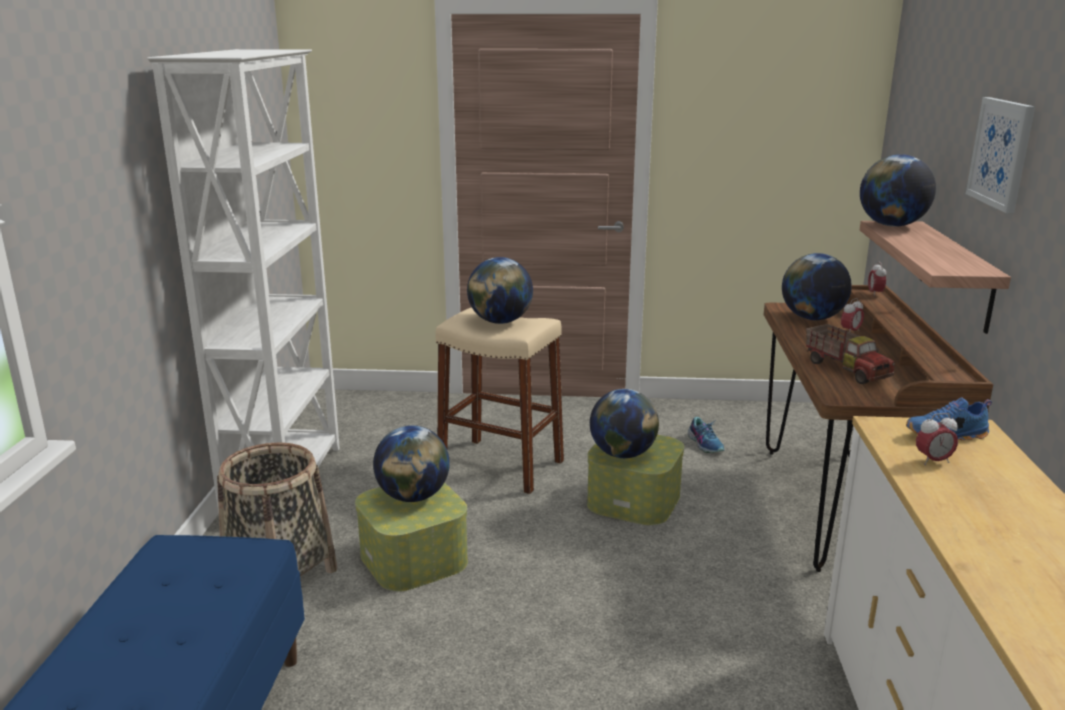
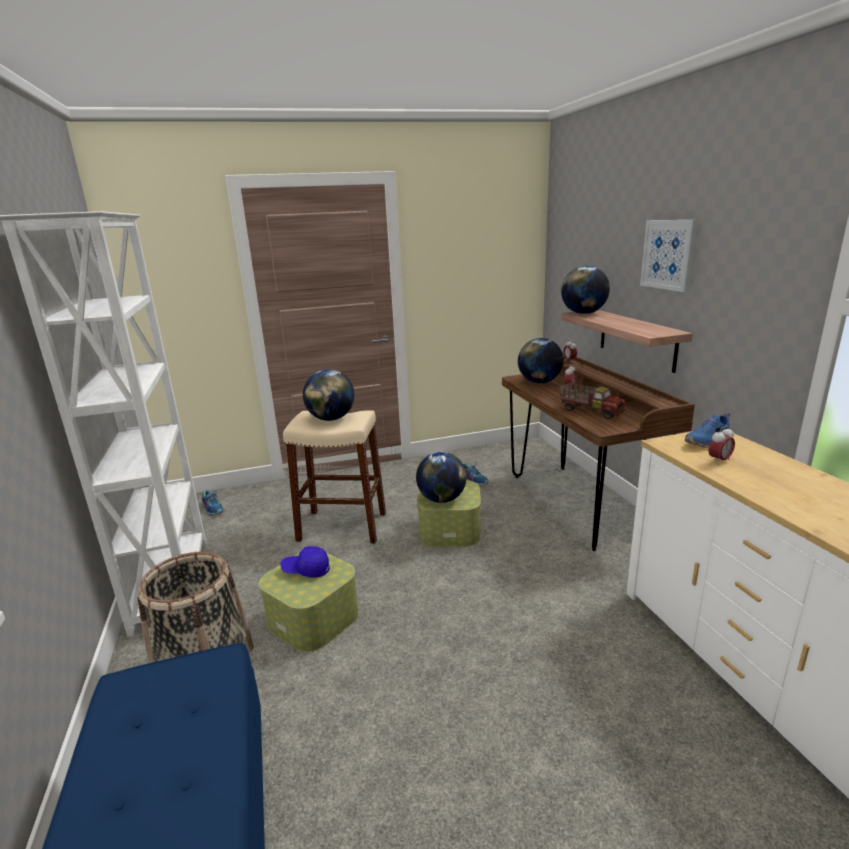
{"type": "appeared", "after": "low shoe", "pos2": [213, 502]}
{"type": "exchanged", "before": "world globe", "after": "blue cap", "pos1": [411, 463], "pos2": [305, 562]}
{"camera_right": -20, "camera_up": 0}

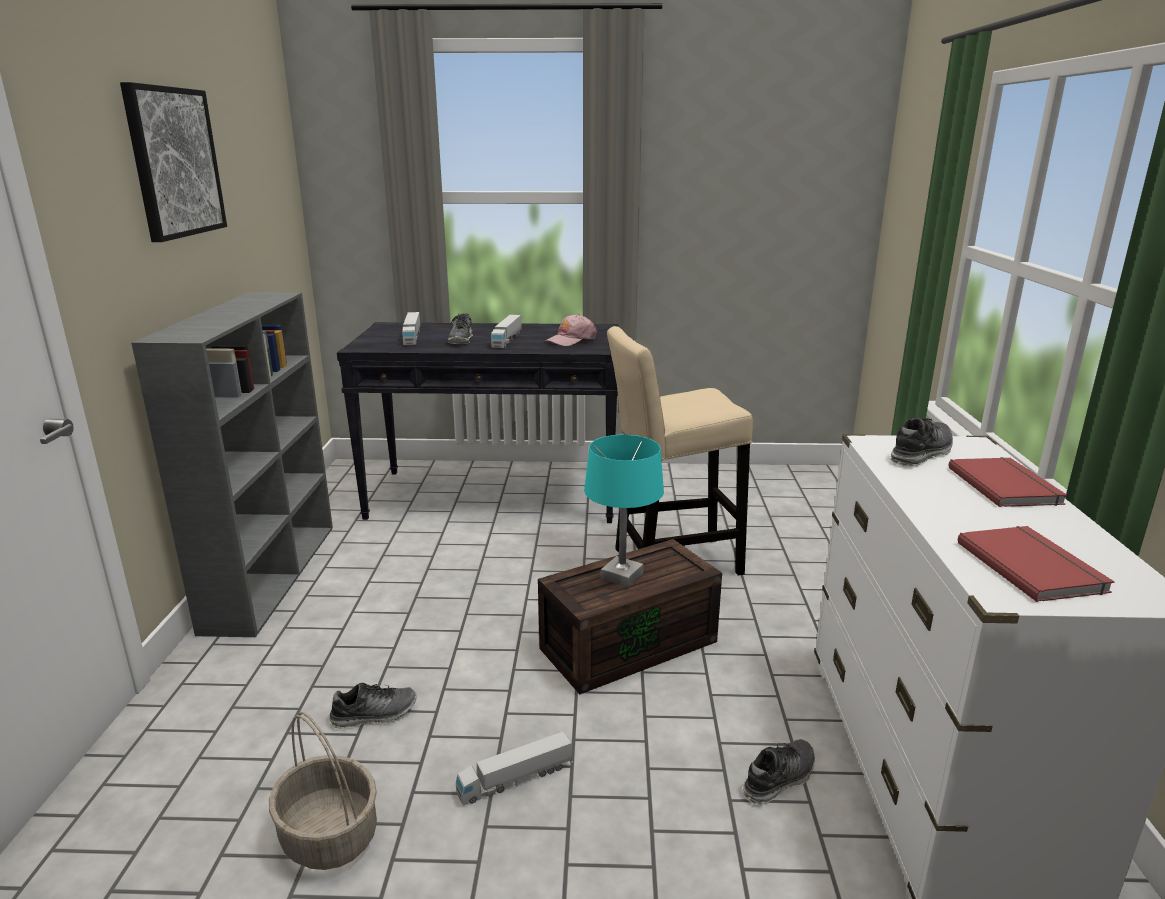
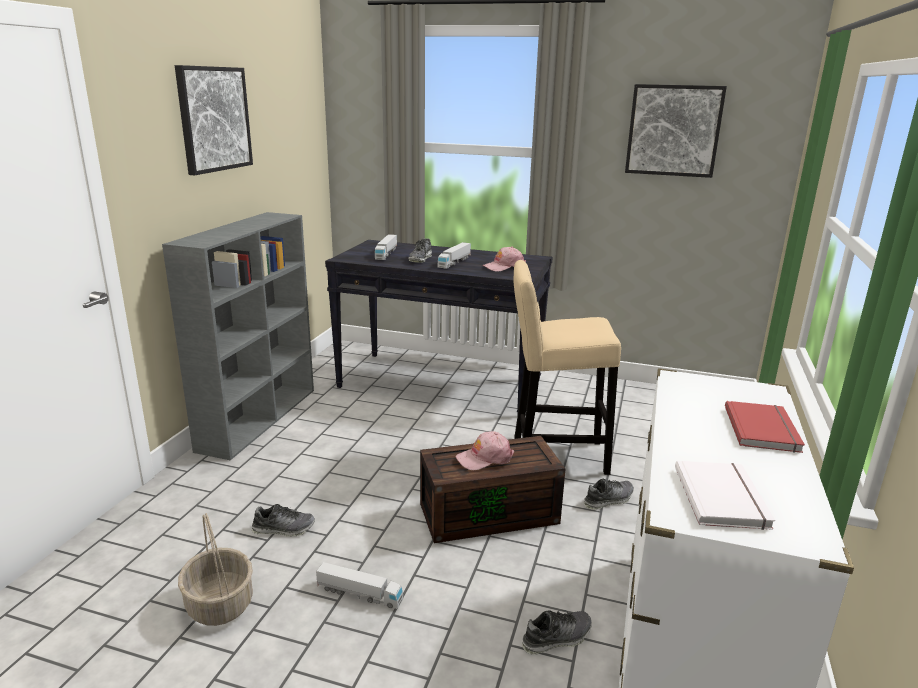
{"type": "spun", "before": "model truck", "pos1": [514, 768], "pos2": [359, 585], "turn": -150}
{"type": "exchanged", "before": "turquoise table lamp", "after": "pinkish cap", "pos1": [624, 511], "pos2": [485, 450]}
{"type": "relocated", "before": "low shoe", "pos1": [922, 441], "pos2": [609, 494]}
{"type": "appeared", "after": "wall art", "pos2": [676, 131]}
{"type": "colour", "before": "red volume", "after": "white volume", "pos1": [1036, 564], "pos2": [725, 495]}
{"camera_right": 15, "camera_up": 0}

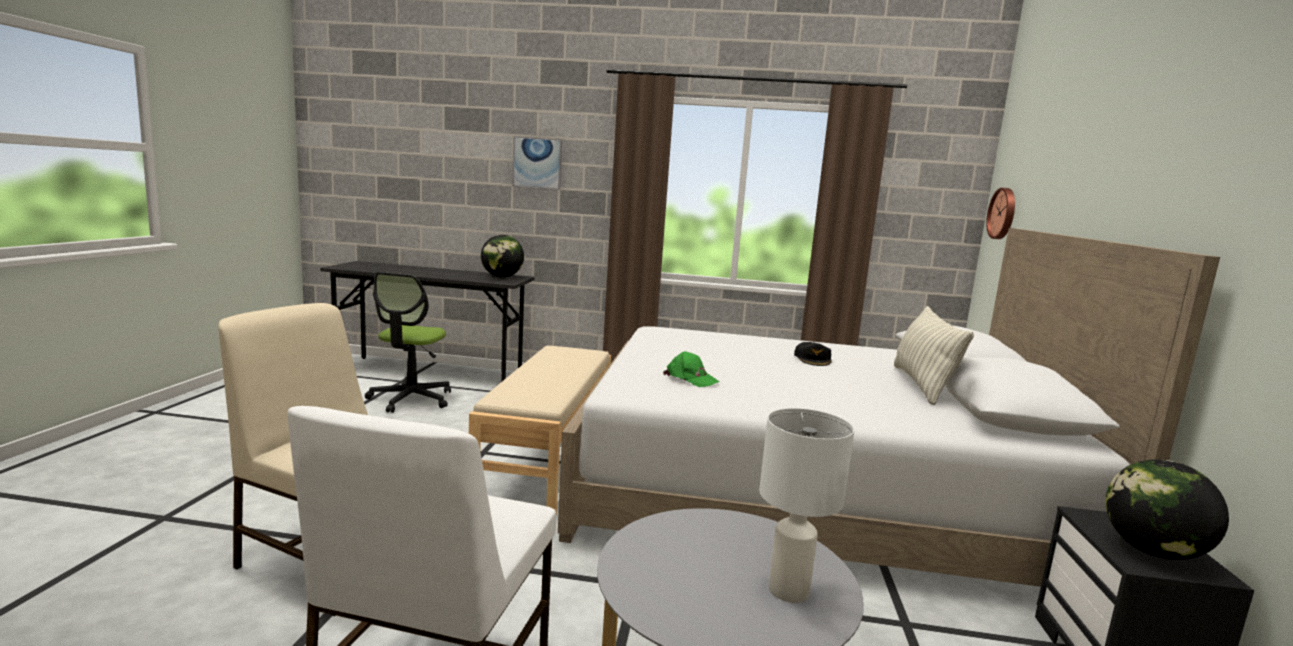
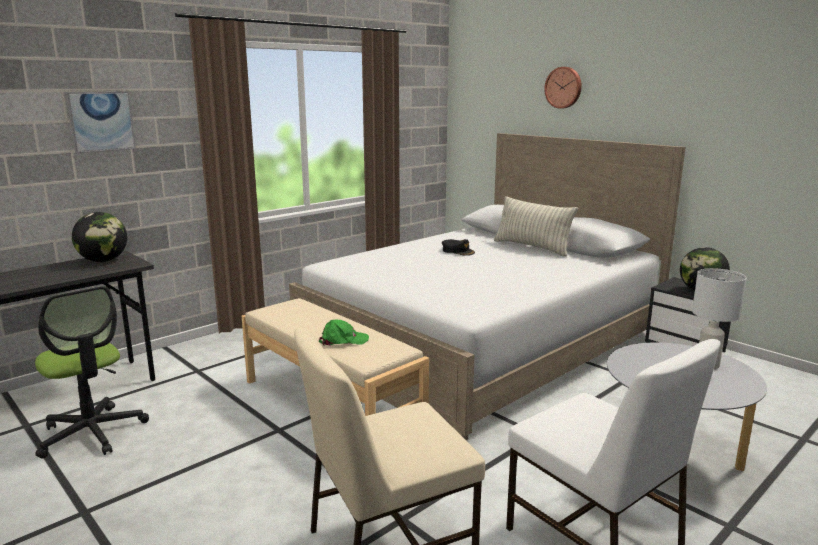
{"type": "relocated", "before": "green cap", "pos1": [691, 369], "pos2": [344, 333]}
{"type": "relocated", "before": "clock on the wall", "pos1": [1000, 213], "pos2": [563, 88]}
{"camera_right": -50, "camera_up": 5}

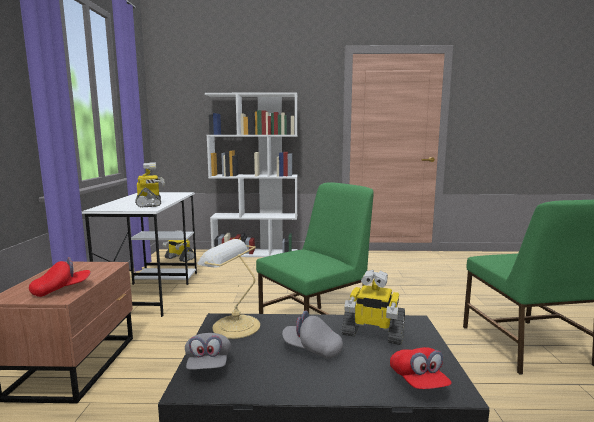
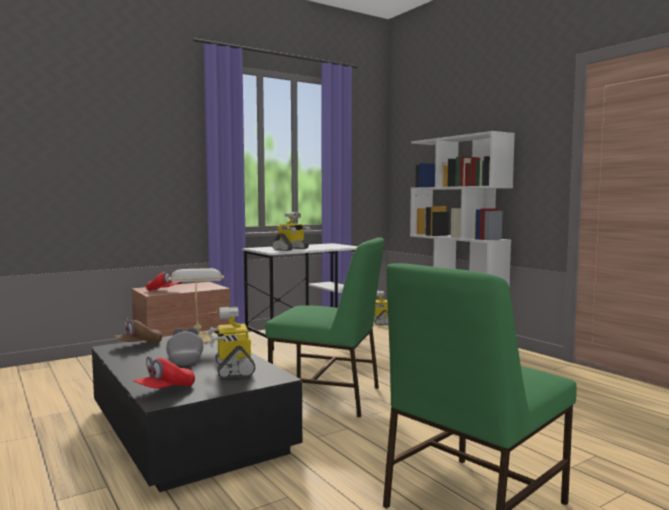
{"type": "colour", "before": "grey cap", "after": "brownish cap", "pos1": [208, 351], "pos2": [137, 330]}
{"camera_right": 55, "camera_up": -5}

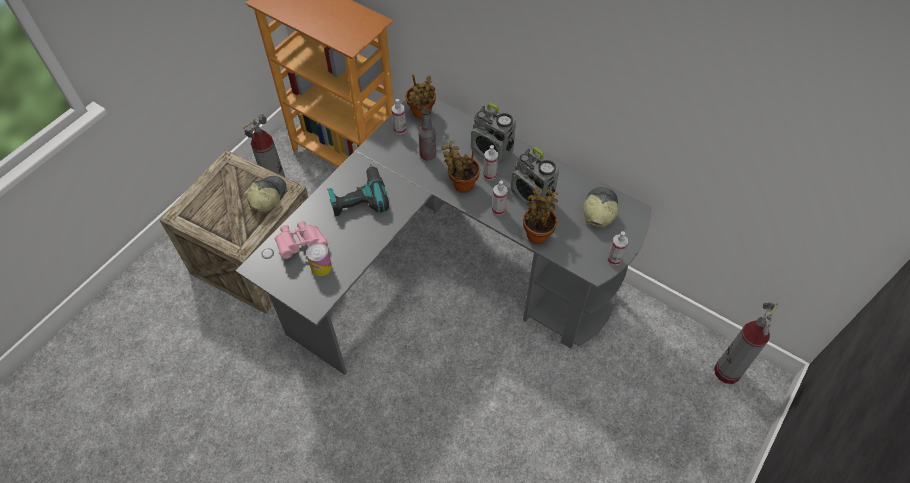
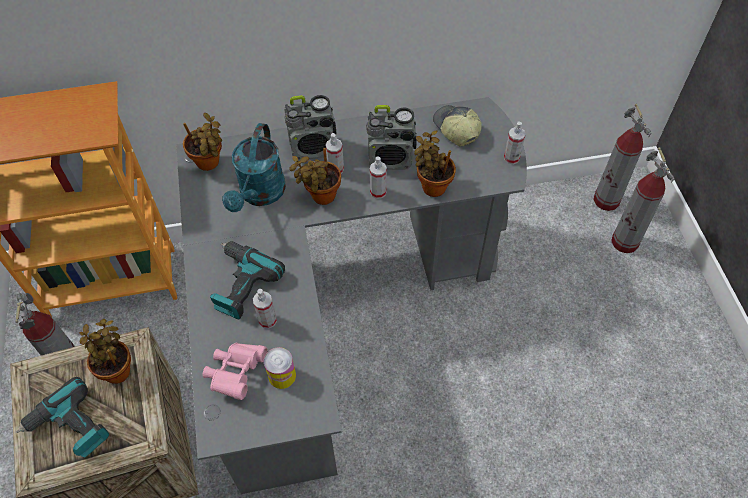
{"type": "appeared", "after": "power drill", "pos2": [62, 417]}
{"type": "exchanged", "before": "cap", "after": "plant in a pot", "pos1": [267, 194], "pos2": [105, 351]}
{"type": "exchanged", "before": "beverage bottle", "after": "turquoise sprinkling can", "pos1": [427, 134], "pos2": [254, 167]}
{"type": "relocated", "before": "sprayer", "pos1": [399, 116], "pos2": [265, 309]}
{"type": "appeared", "after": "extinguisher", "pos2": [642, 200]}
{"camera_right": -45, "camera_up": 0}

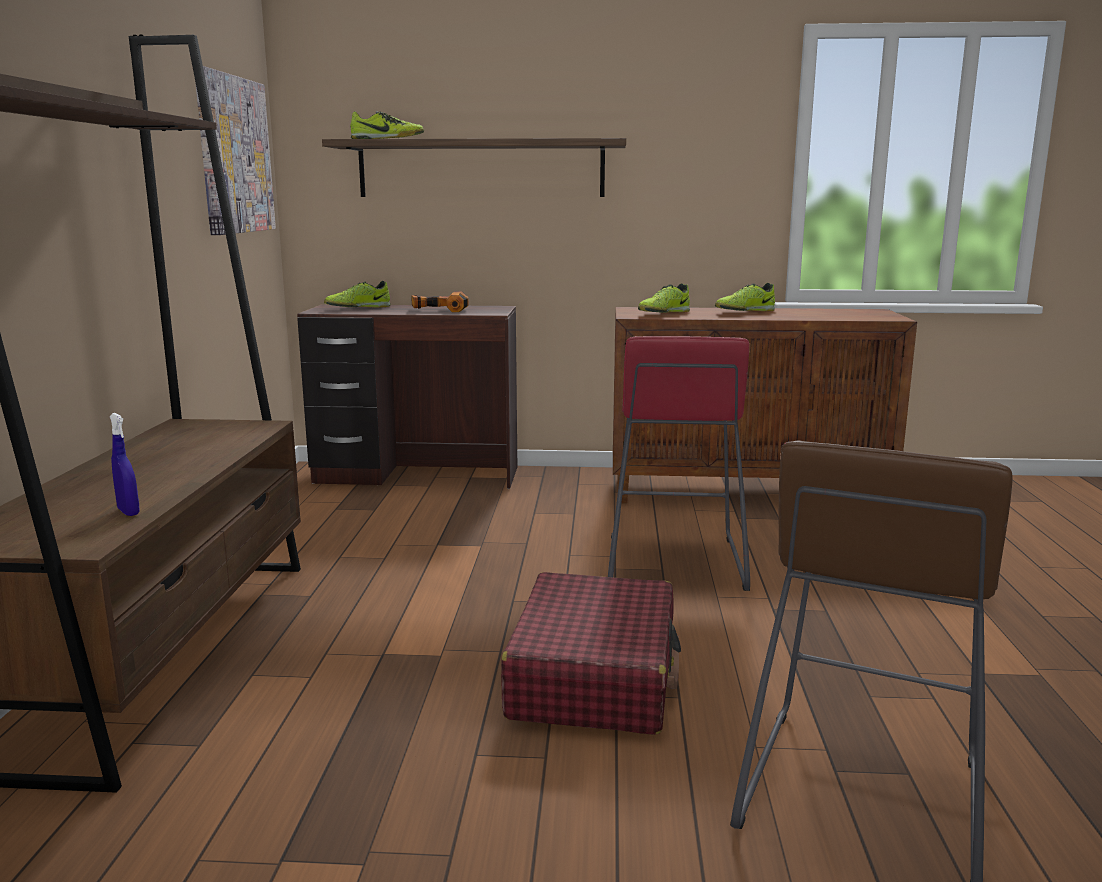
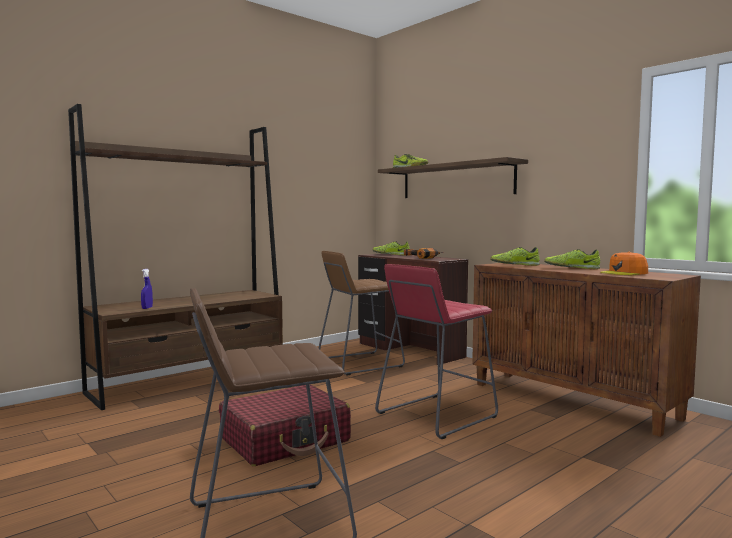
{"type": "appeared", "after": "brownish stool", "pos2": [361, 313]}
{"type": "appeared", "after": "orange-coloured cap", "pos2": [624, 263]}
{"type": "missing", "before": "wall art", "pos1": [235, 150]}
{"camera_right": 45, "camera_up": -10}

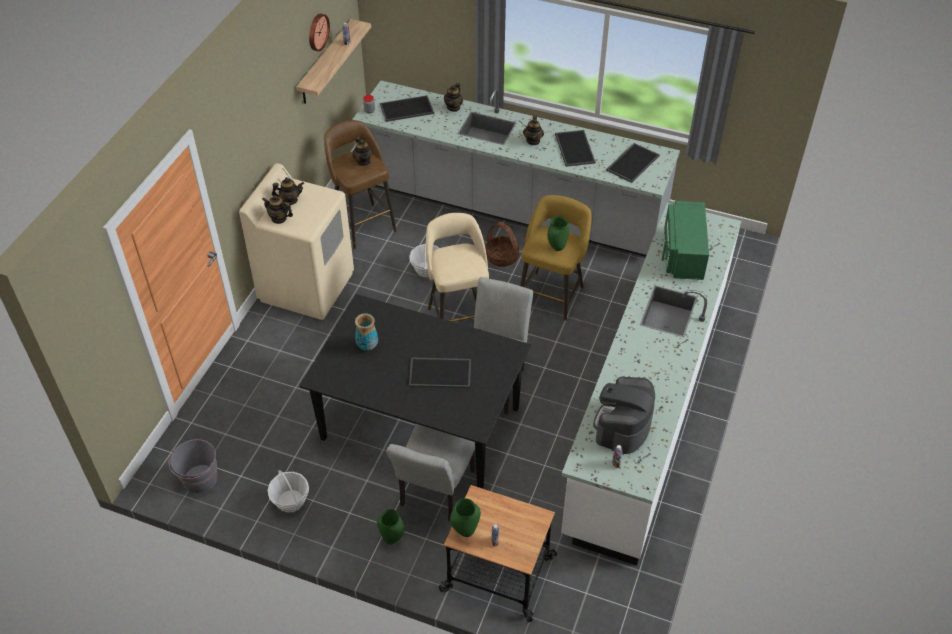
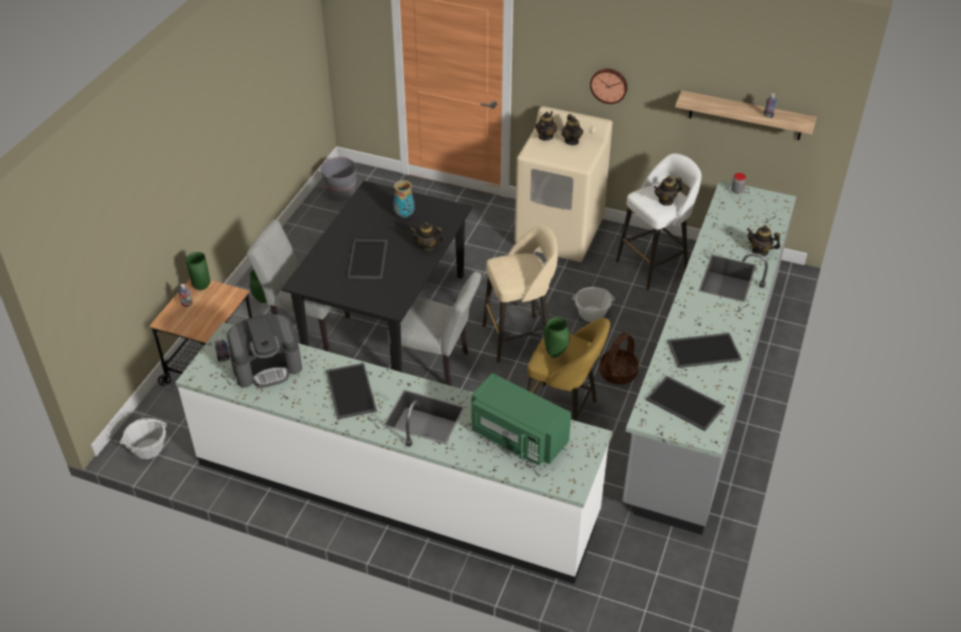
{"type": "relocated", "before": "basket", "pos1": [288, 491], "pos2": [143, 438]}
{"type": "spun", "before": "coffee maker", "pos1": [624, 415], "pos2": [264, 351], "turn": 135}
{"type": "relocated", "before": "carrying tray", "pos1": [407, 108], "pos2": [351, 391]}
{"type": "relocated", "before": "teapot", "pos1": [533, 130], "pos2": [427, 237]}
{"type": "spun", "before": "green microwave", "pos1": [685, 240], "pos2": [521, 419], "turn": -150}
{"type": "relocated", "before": "clock on the wall", "pos1": [319, 32], "pos2": [608, 86]}
{"type": "colour", "before": "brownish stool", "after": "white stool", "pos1": [360, 184], "pos2": [659, 221]}
{"camera_right": 90, "camera_up": -5}

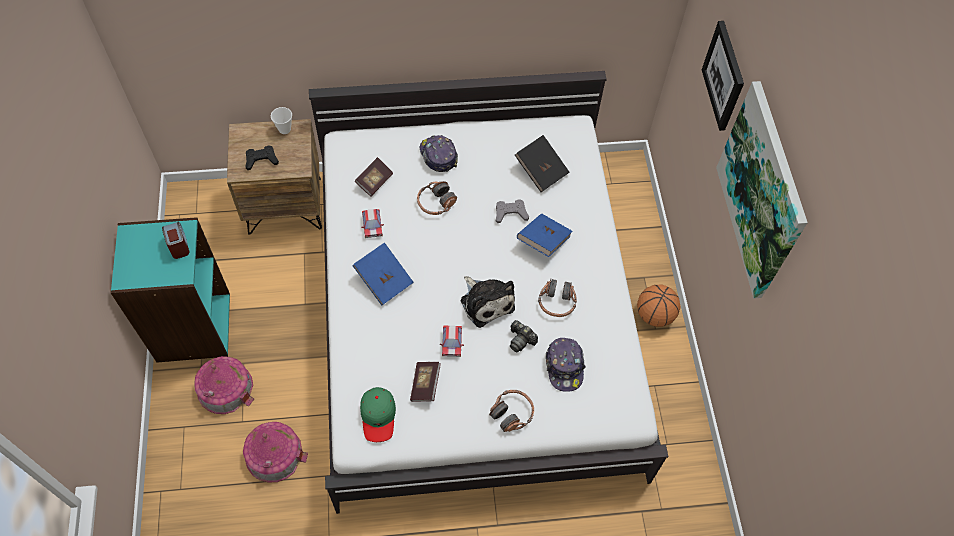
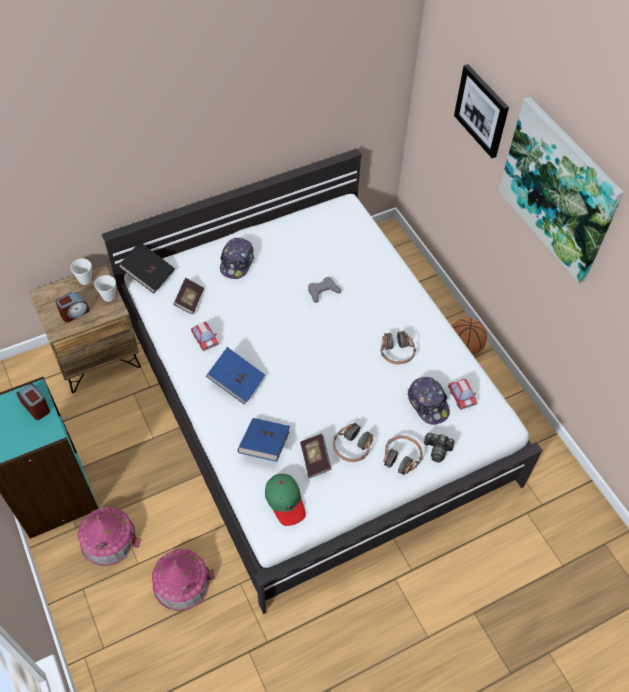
{"type": "exchanged", "before": "black-coloured gamepad", "after": "alarm clock", "pos1": [262, 157], "pos2": [72, 307]}
{"type": "appeared", "after": "small cup", "pos2": [105, 288]}
{"type": "relocated", "before": "black-coloured volume", "pos1": [542, 163], "pos2": [146, 268]}
{"type": "spun", "before": "cap", "pos1": [439, 153], "pos2": [237, 258], "turn": -120}
{"type": "relocated", "before": "blue volume", "pos1": [545, 235], "pos2": [264, 440]}
{"type": "relocated", "before": "headphones", "pos1": [437, 198], "pos2": [353, 442]}
{"type": "relocated", "before": "still camera", "pos1": [524, 336], "pos2": [439, 447]}
{"type": "relocated", "before": "model car", "pos1": [452, 341], "pos2": [462, 394]}
{"type": "missing", "before": "soft toy", "pos1": [488, 302]}
{"camera_right": -20, "camera_up": -5}

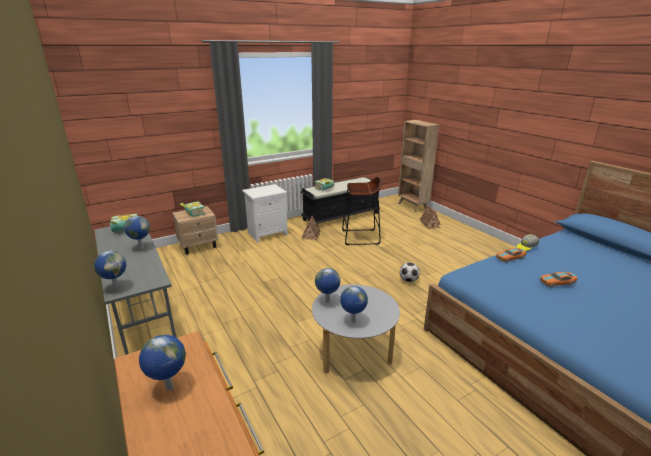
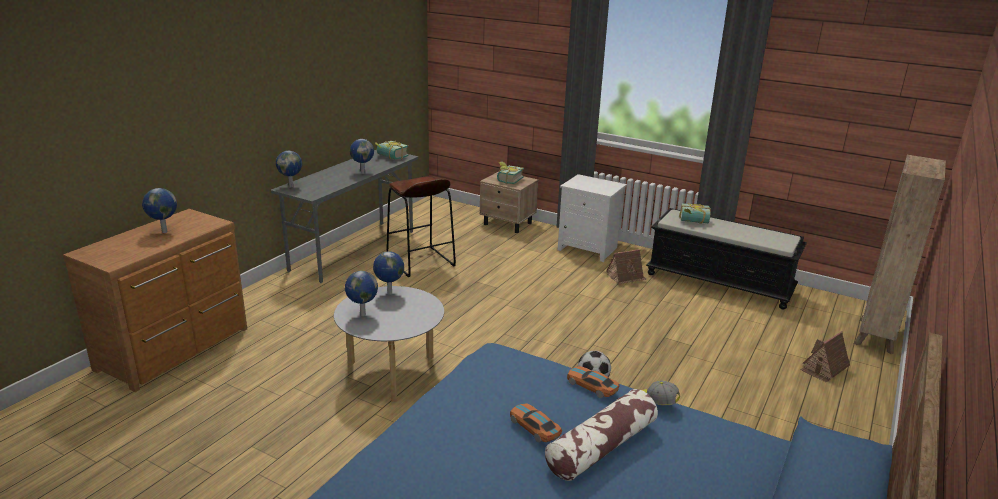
{"type": "relocated", "before": "brownish stool", "pos1": [362, 211], "pos2": [421, 226]}
{"type": "appeared", "after": "pillow", "pos2": [601, 435]}
{"camera_right": 60, "camera_up": 0}

